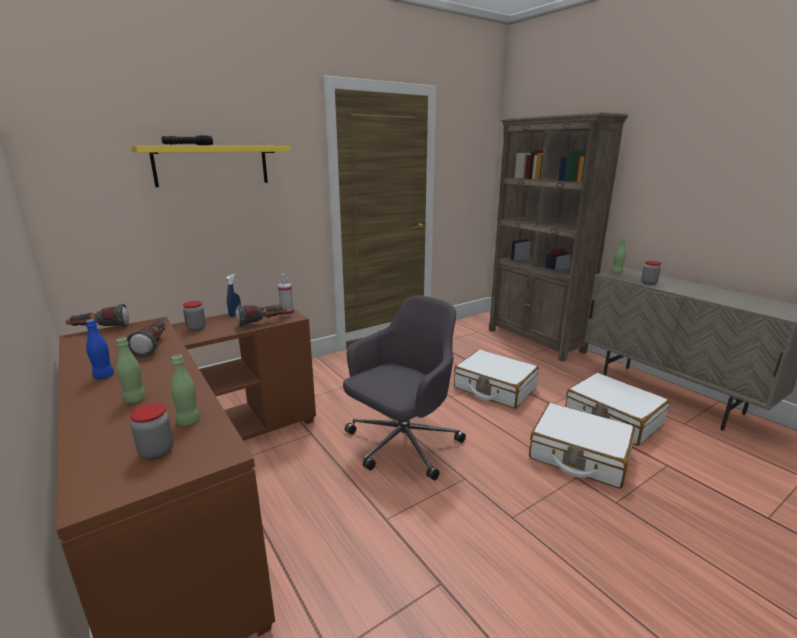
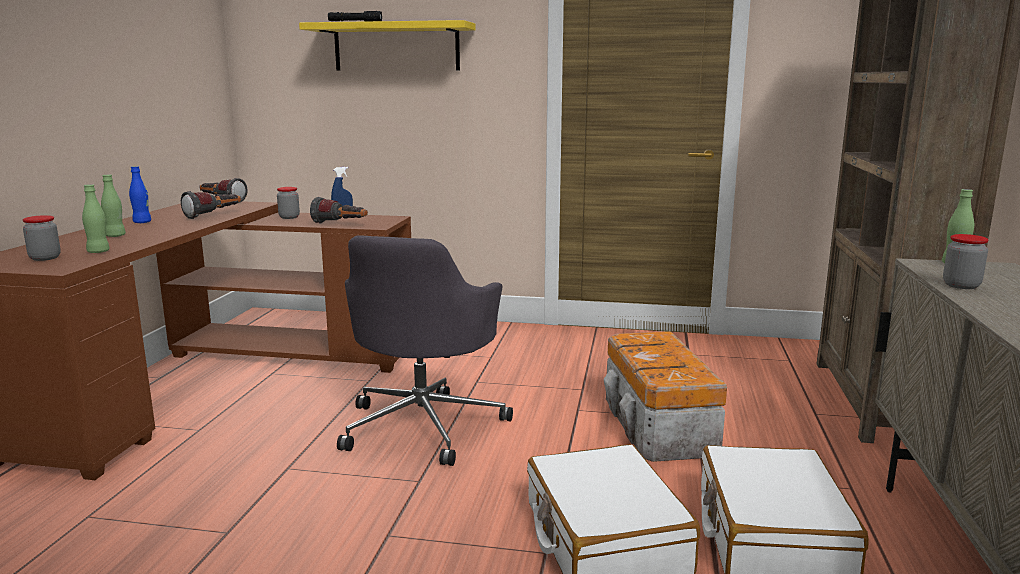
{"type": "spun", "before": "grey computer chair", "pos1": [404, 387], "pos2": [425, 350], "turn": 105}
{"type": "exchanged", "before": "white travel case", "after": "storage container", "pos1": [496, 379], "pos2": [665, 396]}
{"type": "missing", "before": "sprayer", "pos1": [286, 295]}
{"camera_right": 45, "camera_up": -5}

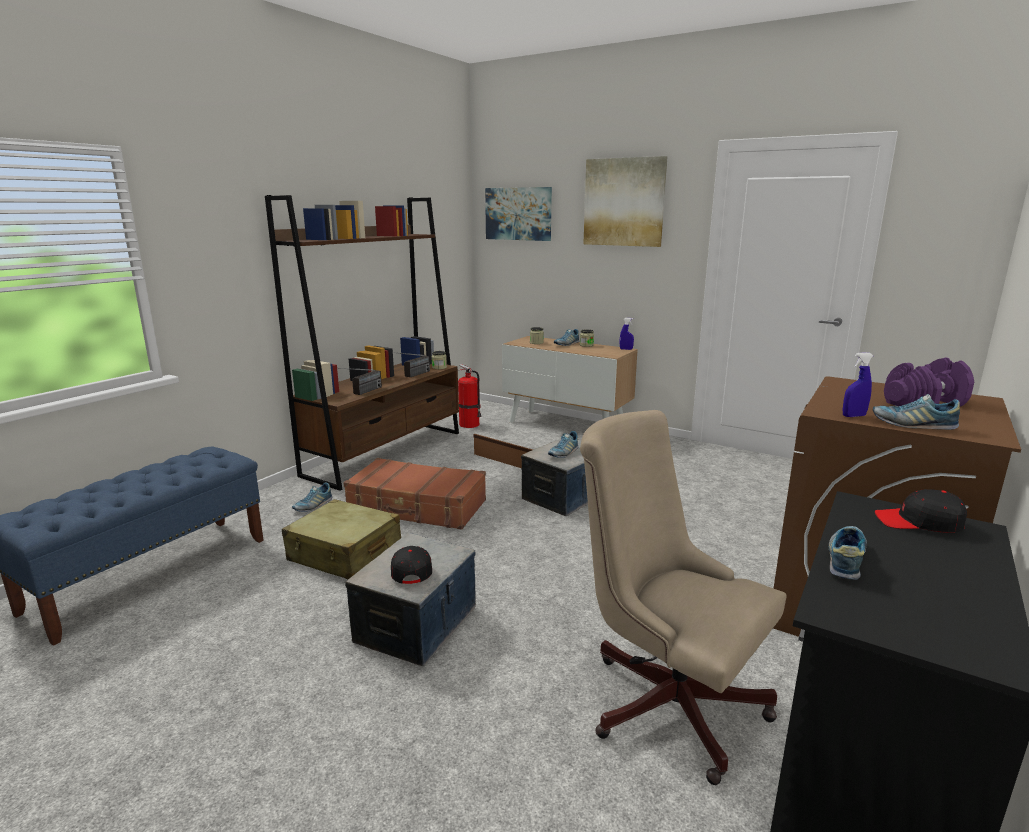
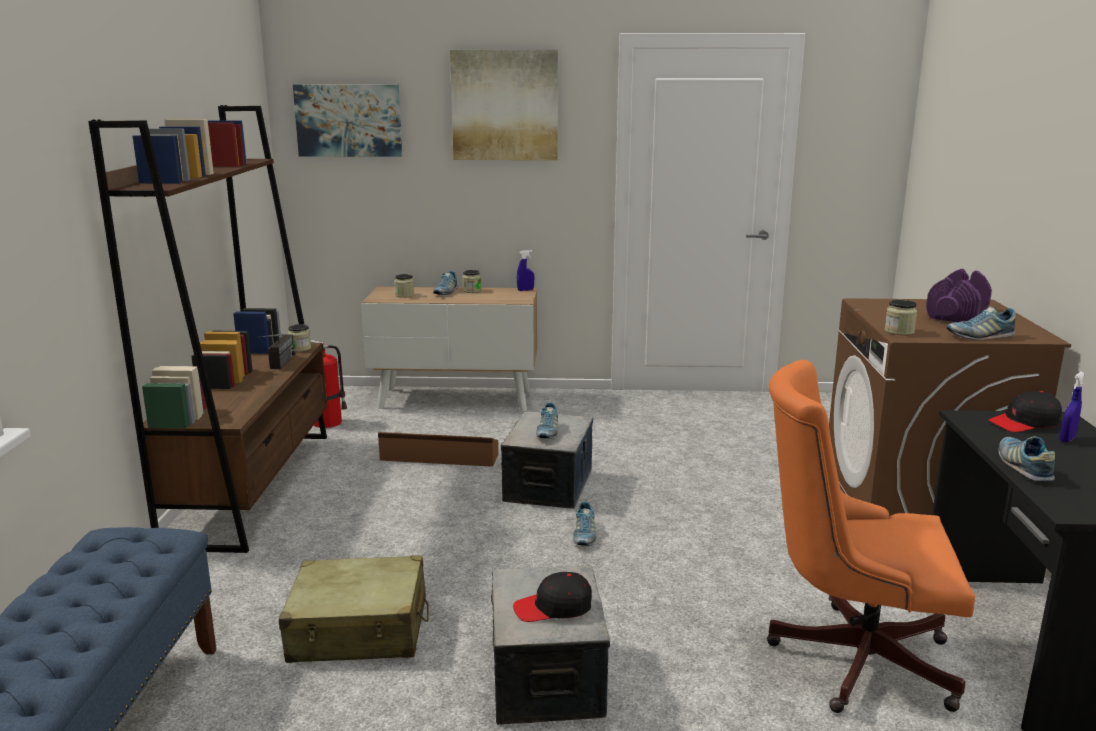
{"type": "spun", "before": "black-coloured cap", "pos1": [411, 565], "pos2": [552, 597], "turn": -60}
{"type": "relocated", "before": "low shoe", "pos1": [312, 497], "pos2": [584, 523]}
{"type": "colour", "before": "beige computer chair", "after": "orange-coloured computer chair", "pos1": [683, 597], "pos2": [871, 536]}
{"type": "appeared", "after": "storage jar", "pos2": [901, 317]}
{"type": "relocated", "before": "blue sprayer", "pos1": [858, 384], "pos2": [1072, 407]}
{"type": "missing", "before": "radio", "pos1": [360, 381]}
{"type": "missing", "before": "brownish travel case", "pos1": [415, 494]}
{"camera_right": -30, "camera_up": 0}

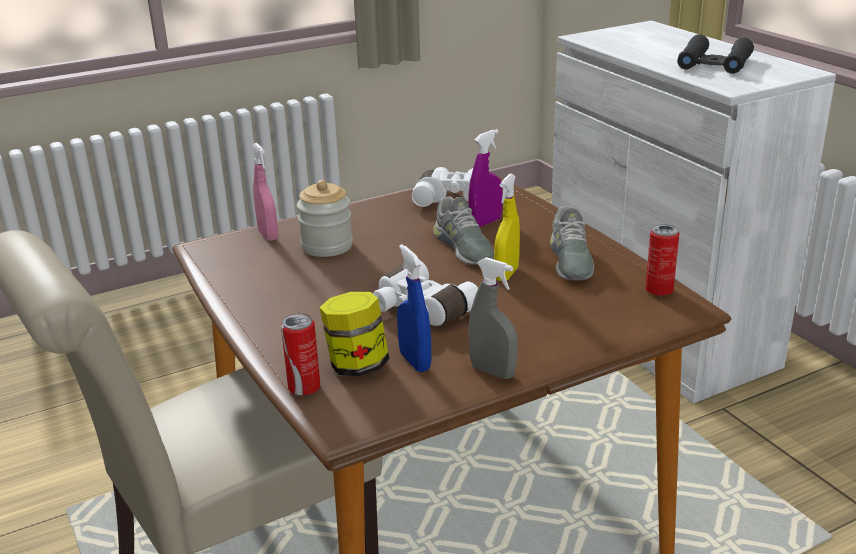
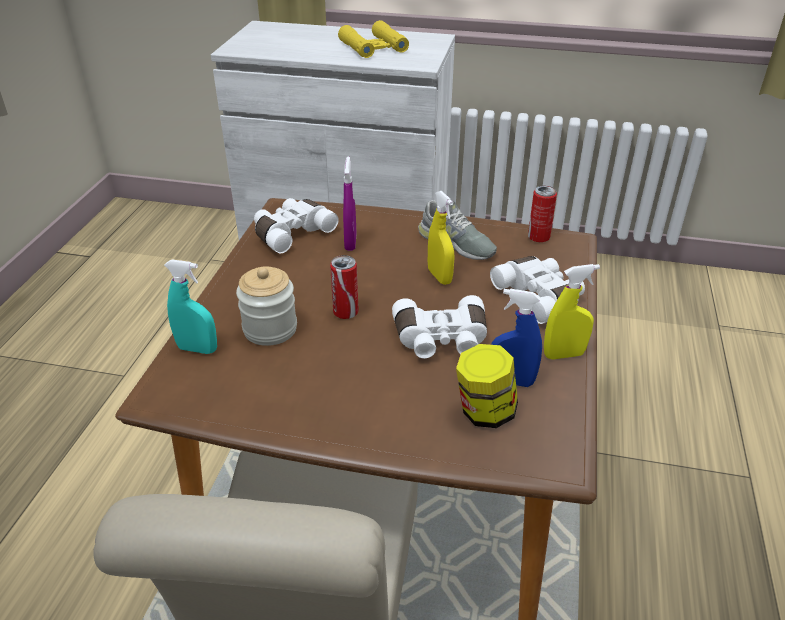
{"type": "colour", "before": "pinkish sprayer", "after": "turquoise sprayer", "pos1": [265, 192], "pos2": [190, 306]}
{"type": "relocated", "before": "metal can", "pos1": [300, 354], "pos2": [344, 287]}
{"type": "colour", "before": "black-coloured pair of binoculars", "after": "yellow-coloured pair of binoculars", "pos1": [715, 54], "pos2": [373, 39]}
{"type": "appeared", "after": "white pair of binoculars", "pos2": [537, 290]}
{"type": "colour", "before": "grey sprayer", "after": "yellow-coloured sprayer", "pos1": [493, 318], "pos2": [572, 312]}
{"type": "missing", "before": "grey low shoe", "pos1": [463, 231]}
{"camera_right": -50, "camera_up": 10}

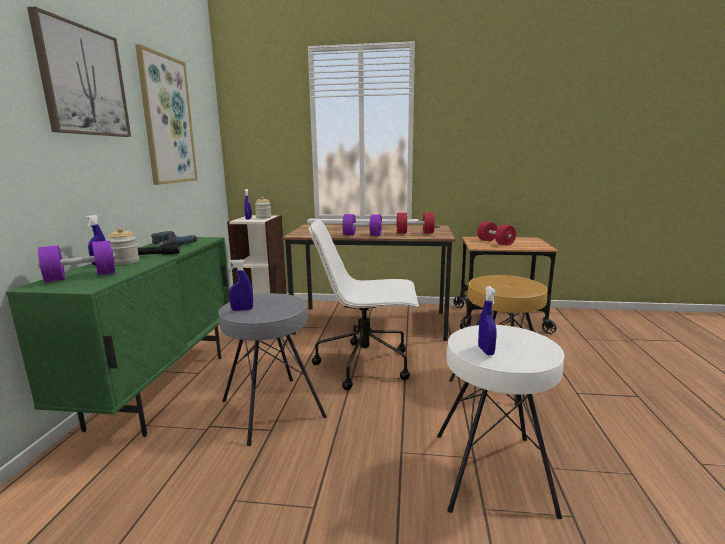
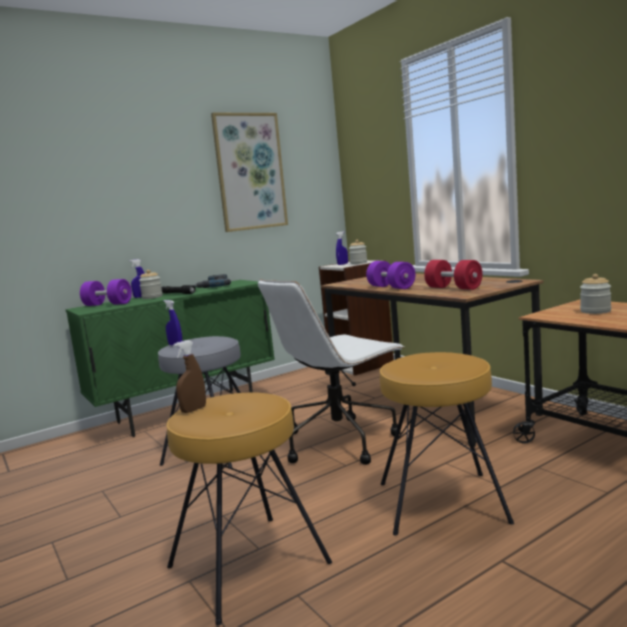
{"type": "colour", "before": "white stool", "after": "brownish stool", "pos1": [500, 422], "pos2": [249, 509]}
{"type": "colour", "before": "blue sprayer", "after": "brownish sprayer", "pos1": [487, 320], "pos2": [189, 376]}
{"type": "spun", "before": "white computer chair", "pos1": [364, 304], "pos2": [331, 372], "turn": -90}
{"type": "exchanged", "before": "red hand weight", "after": "storage jar", "pos1": [496, 233], "pos2": [595, 294]}
{"type": "missing", "before": "wall art", "pos1": [79, 72]}
{"camera_right": 50, "camera_up": -5}

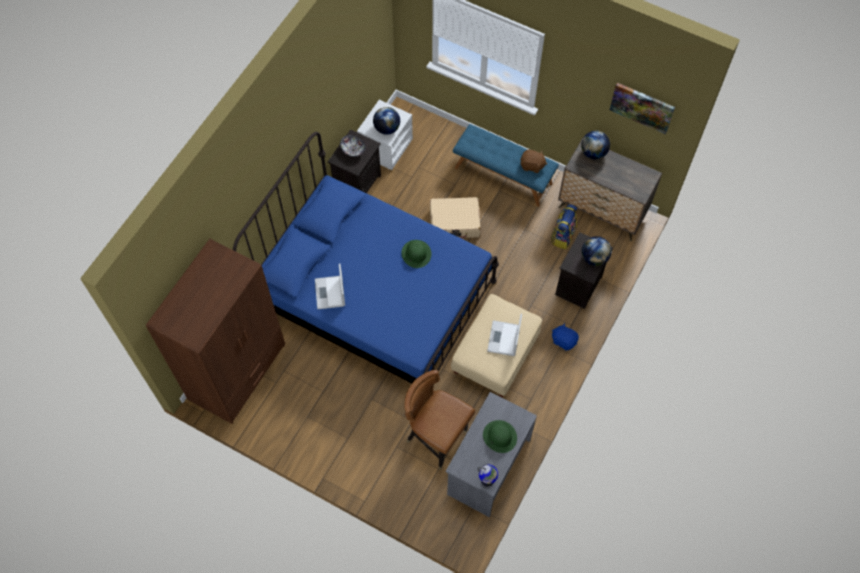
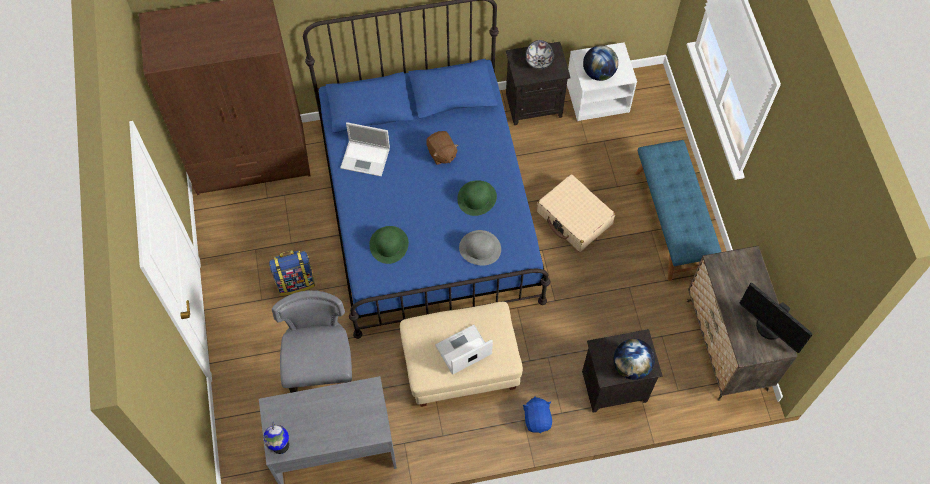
{"type": "relocated", "before": "backpack", "pos1": [564, 226], "pos2": [292, 273]}
{"type": "colour", "before": "brownish upright chair", "after": "grey upright chair", "pos1": [439, 420], "pos2": [312, 341]}
{"type": "spun", "before": "notebook computer", "pos1": [330, 286], "pos2": [365, 149], "turn": -120}
{"type": "relocated", "before": "green clothing hat", "pos1": [500, 436], "pos2": [389, 245]}
{"type": "relocated", "before": "brownish soft toy", "pos1": [533, 161], "pos2": [442, 148]}
{"type": "appeared", "after": "grey clothing hat", "pos2": [480, 247]}
{"type": "appeared", "after": "computer display", "pos2": [776, 318]}
{"type": "missing", "before": "world globe", "pos1": [595, 145]}
{"type": "missing", "before": "wall art", "pos1": [642, 108]}
{"camera_right": 50, "camera_up": 0}

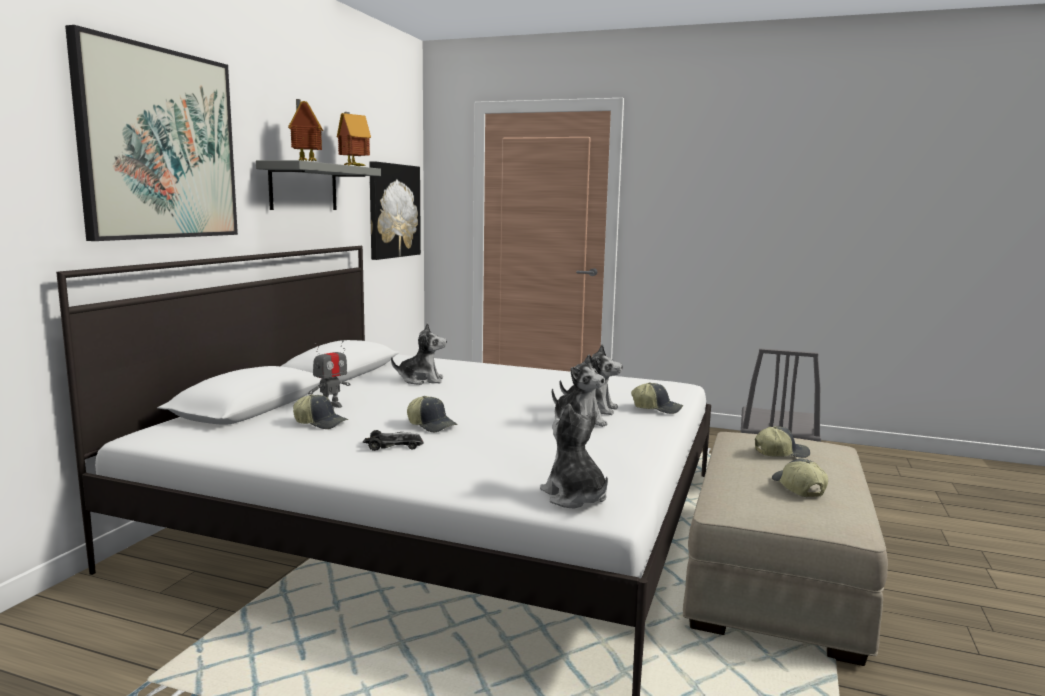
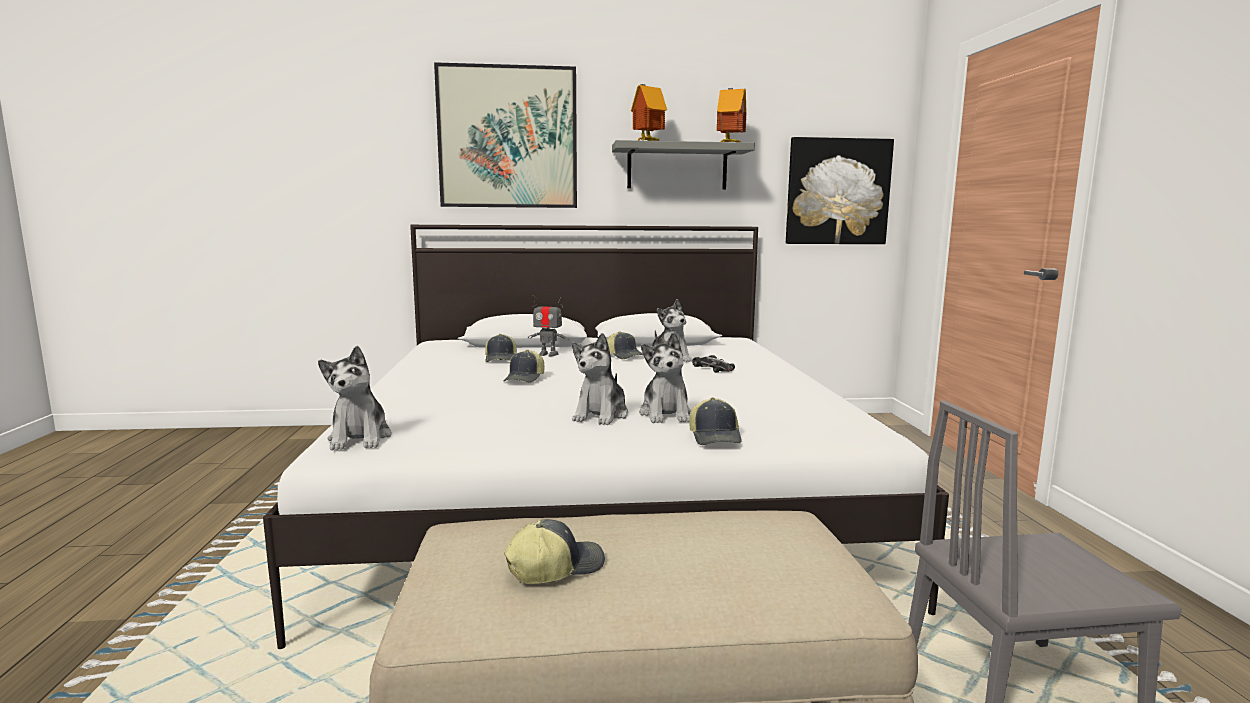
{"type": "spun", "before": "soft toy", "pos1": [574, 456], "pos2": [355, 398], "turn": 135}
{"type": "relocated", "before": "cap", "pos1": [782, 442], "pos2": [625, 345]}
{"type": "relocated", "before": "model car", "pos1": [393, 440], "pos2": [713, 364]}
{"camera_right": 65, "camera_up": 0}

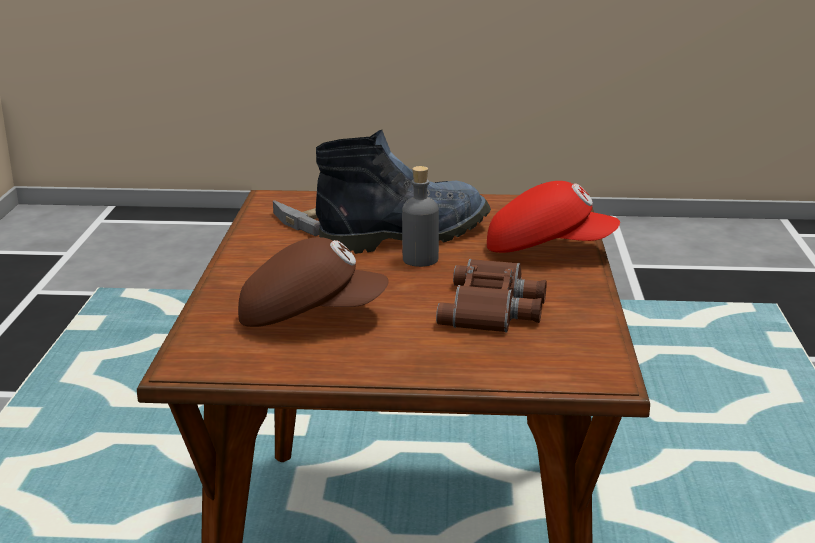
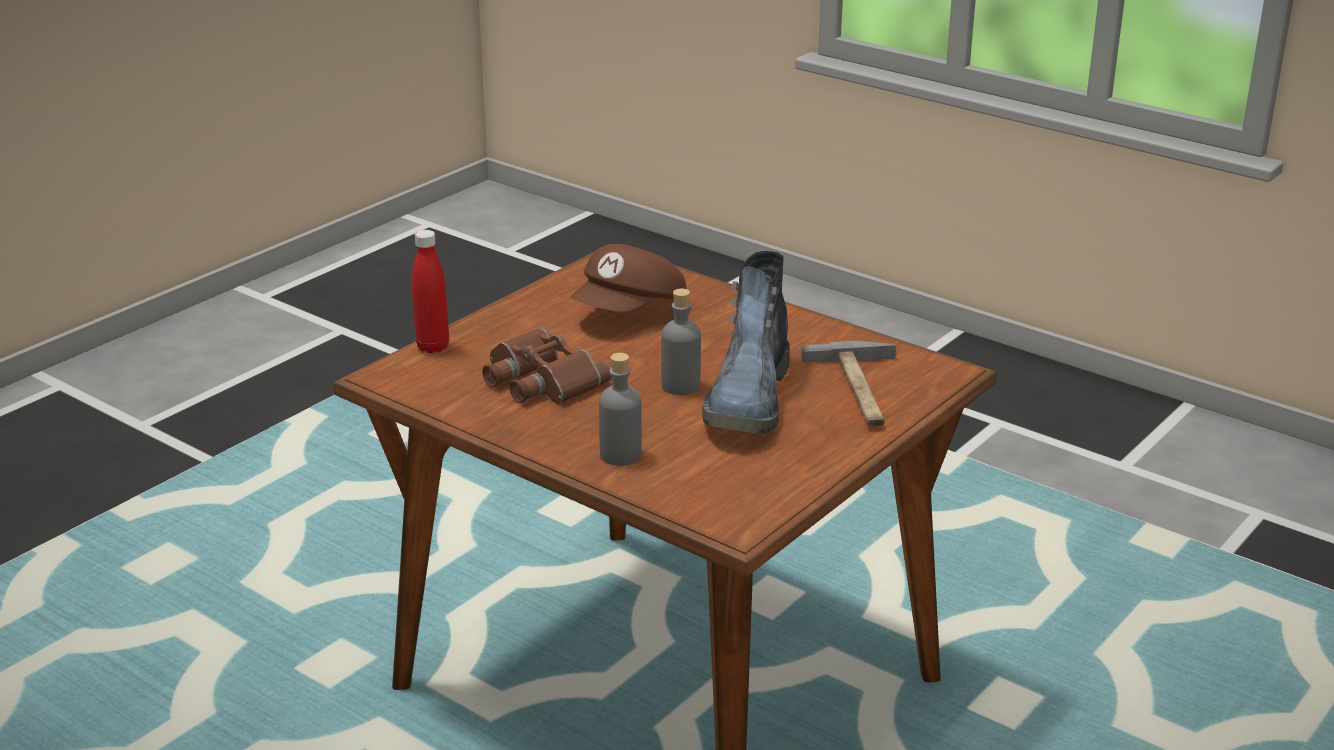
{"type": "appeared", "after": "red beverage bottle", "pos2": [430, 291]}
{"type": "exchanged", "before": "red cap", "after": "grey beverage bottle", "pos1": [553, 217], "pos2": [620, 409]}
{"camera_right": 125, "camera_up": 5}

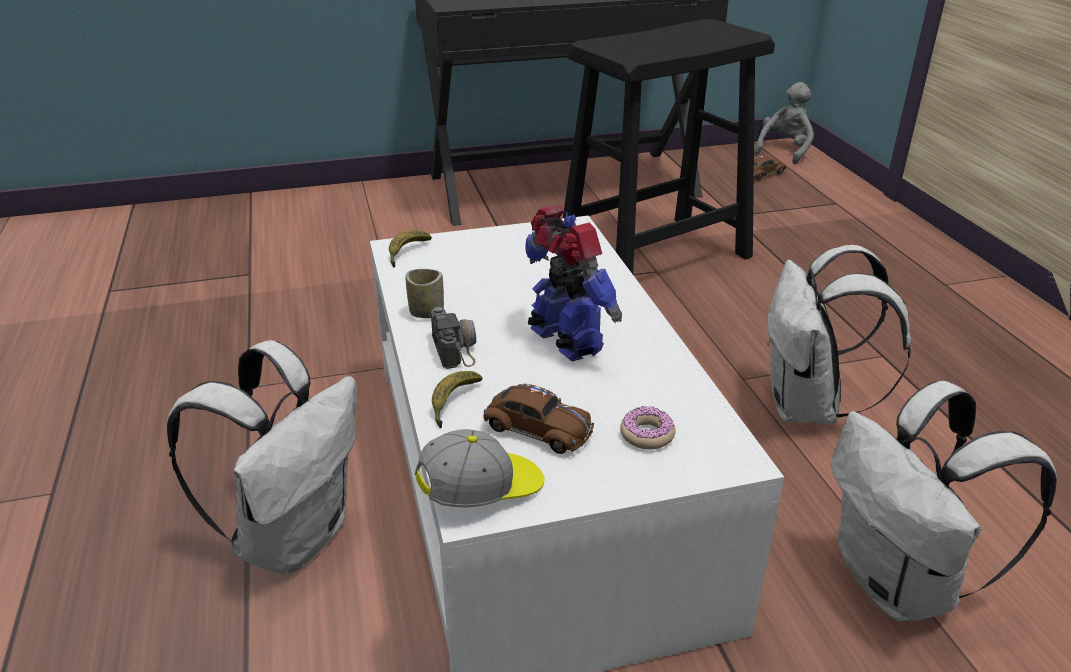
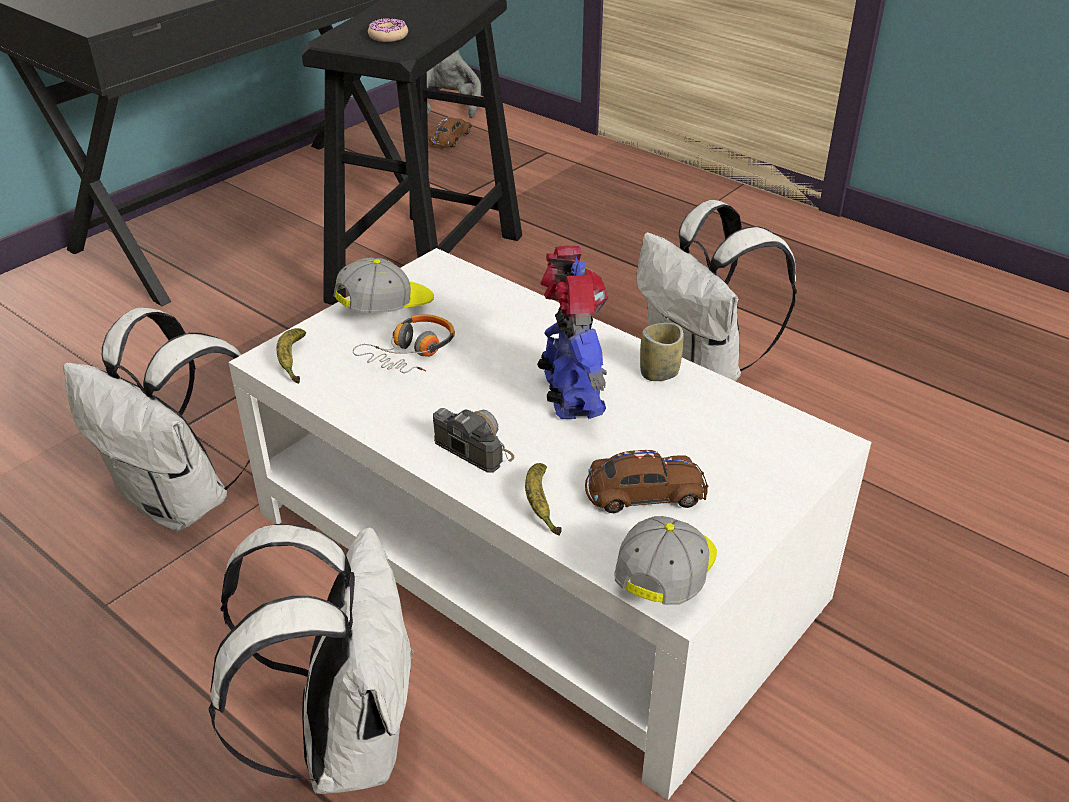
{"type": "relocated", "before": "white backpack", "pos1": [944, 501], "pos2": [156, 419]}
{"type": "appeared", "after": "cap", "pos2": [383, 285]}
{"type": "appeared", "after": "headphones", "pos2": [404, 343]}
{"type": "relocated", "before": "ring doughnut", "pos1": [648, 427], "pos2": [388, 30]}
{"type": "spun", "before": "model robot", "pos1": [573, 283], "pos2": [573, 332], "turn": 60}
{"type": "relocated", "before": "small cup", "pos1": [425, 293], "pos2": [662, 352]}
{"camera_right": -35, "camera_up": 5}

